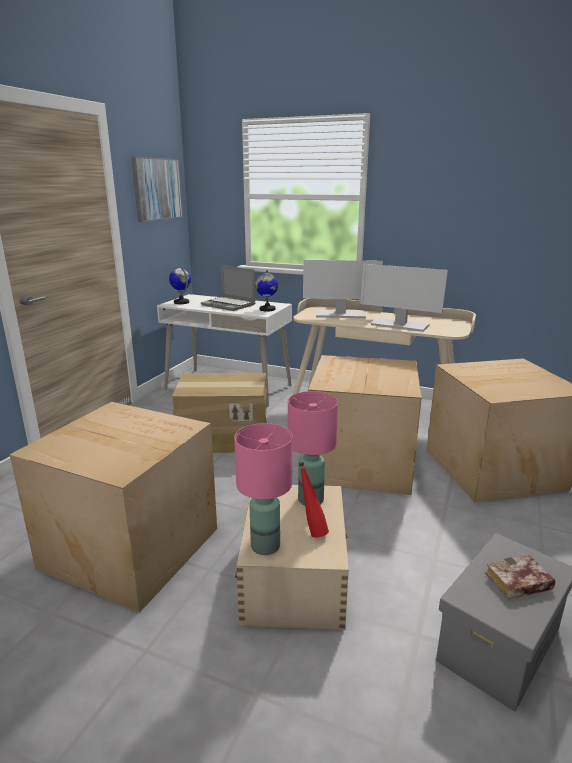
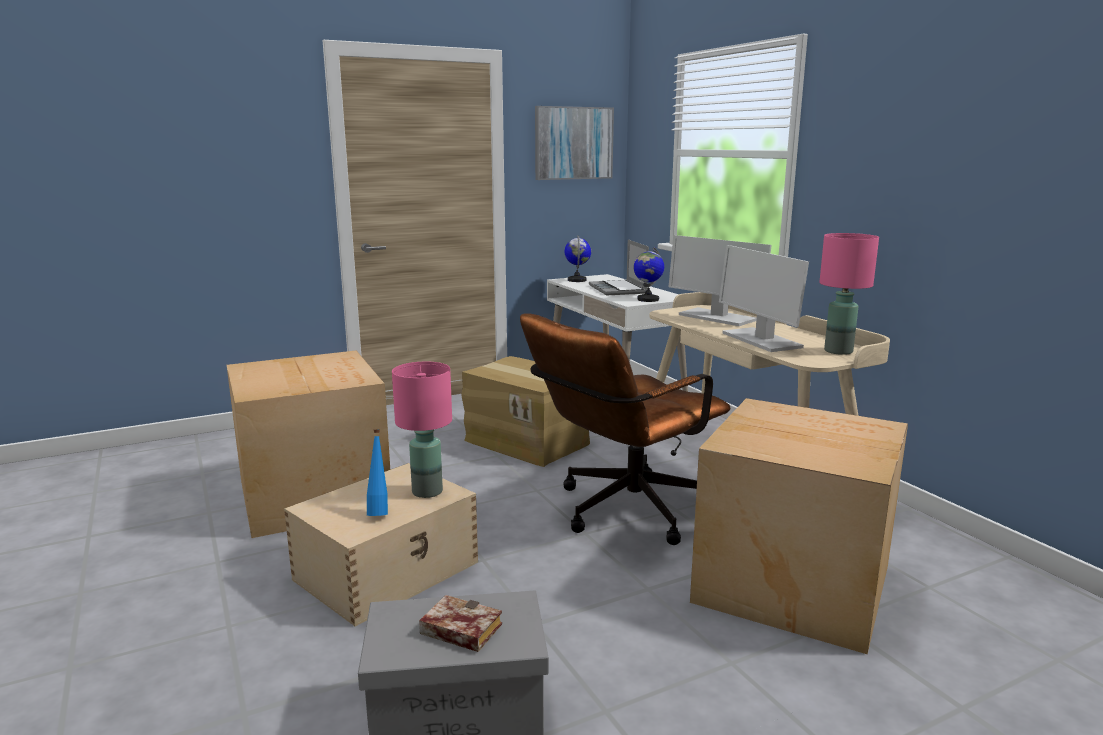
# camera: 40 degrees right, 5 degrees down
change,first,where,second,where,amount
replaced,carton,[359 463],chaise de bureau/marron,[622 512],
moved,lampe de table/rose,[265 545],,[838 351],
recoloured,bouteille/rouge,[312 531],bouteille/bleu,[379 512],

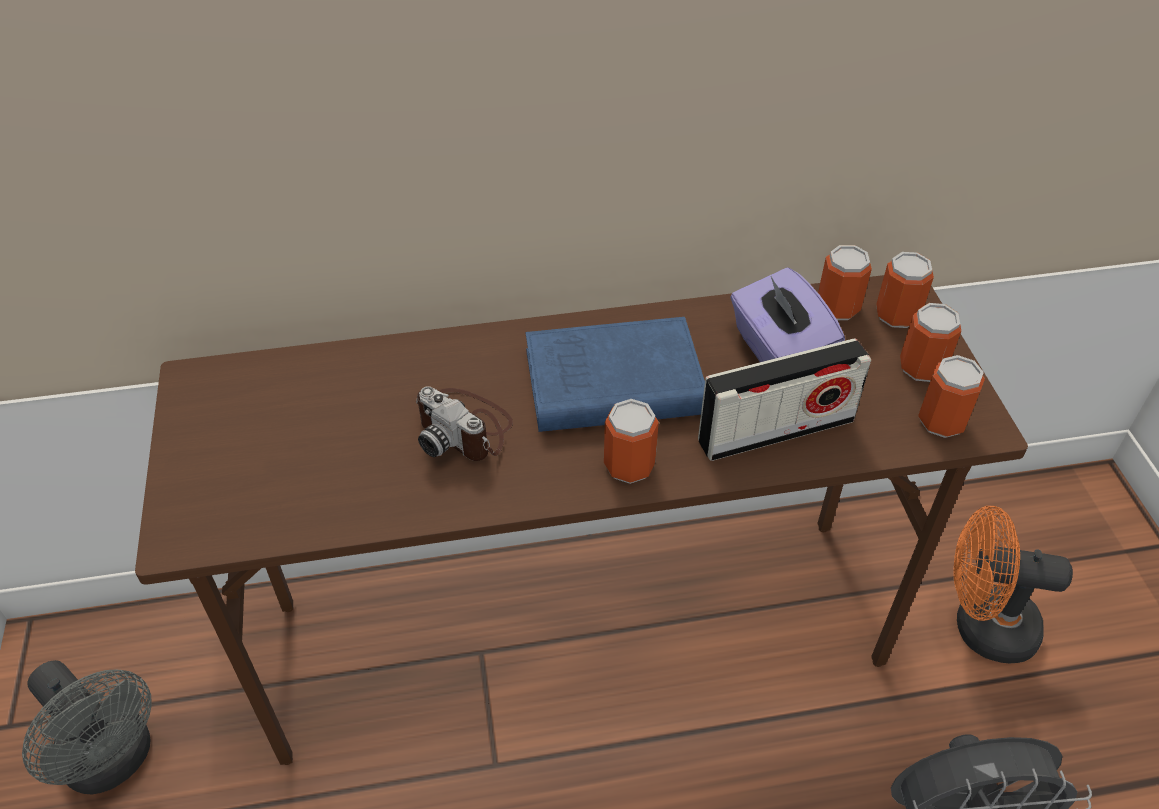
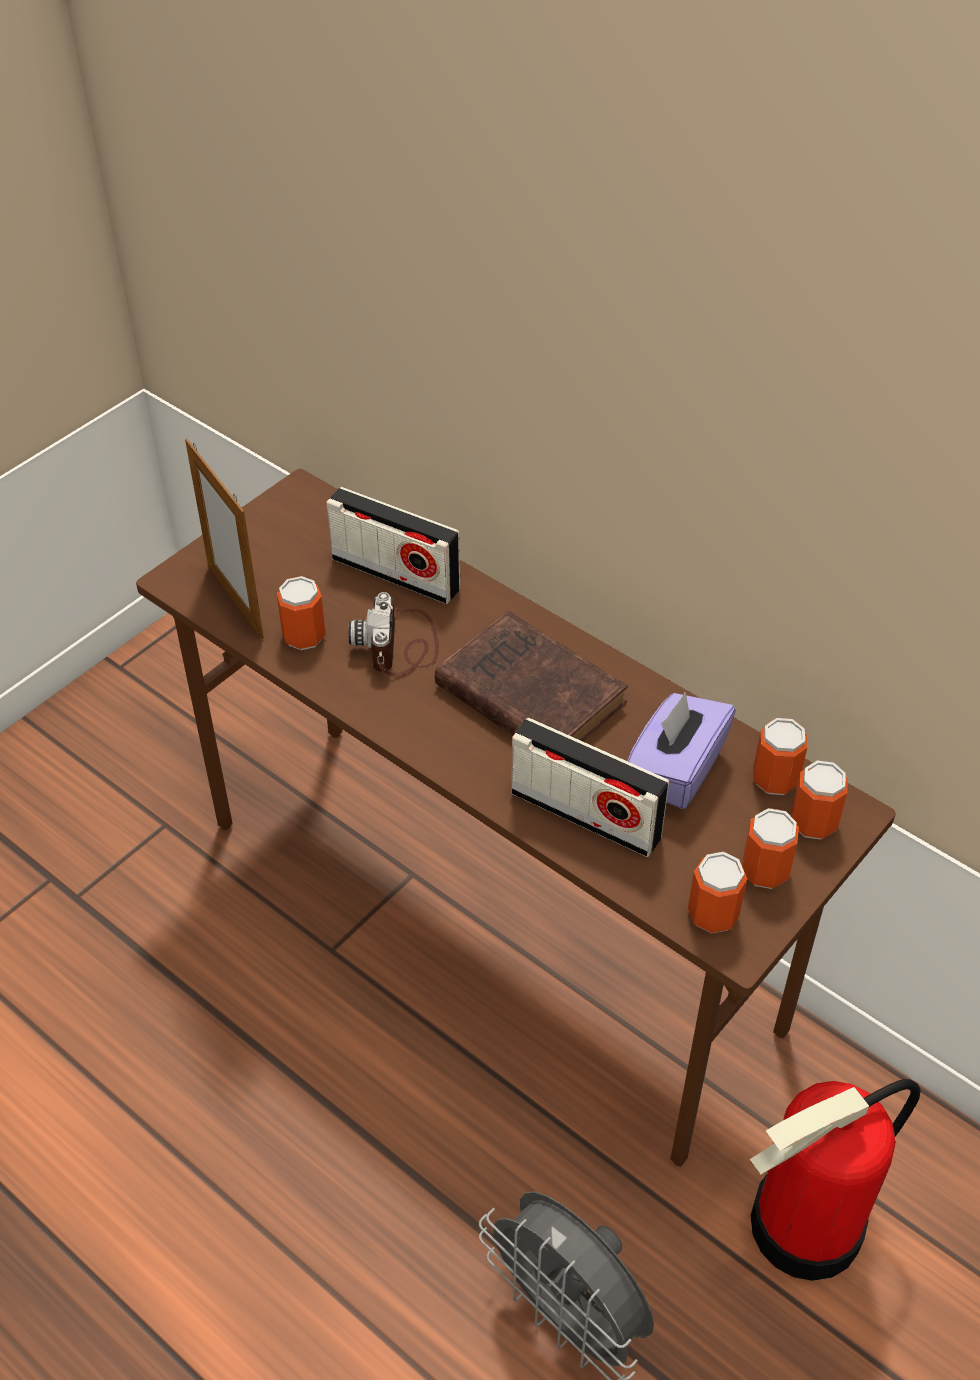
# camera: 50 degrees right, 0 degrees up
change,first,where,second,where,amount
recoloured,livre/bleu,[608 384],livre/marron,[526 692],
moved,boîte métallique,[629 466],,[304 636],
replaced,ventilateur/orange,[981 626],extincteur,[806 1228],
removed,ventilateur/gris,[114 761],,,
added,,,cadre photo,[235 601],
added,,,radio,[395 574],

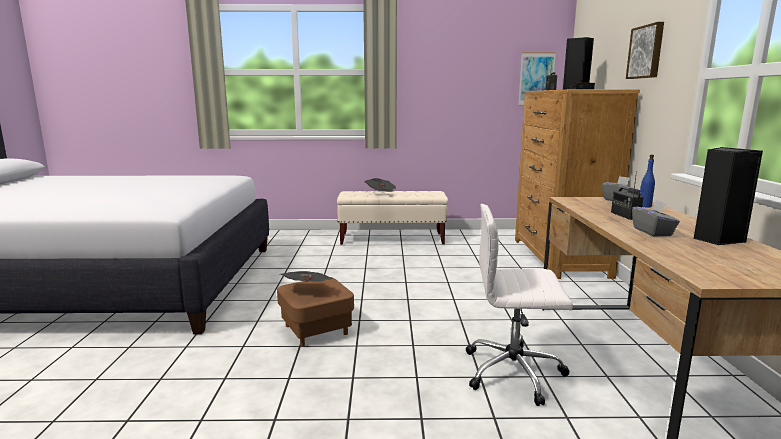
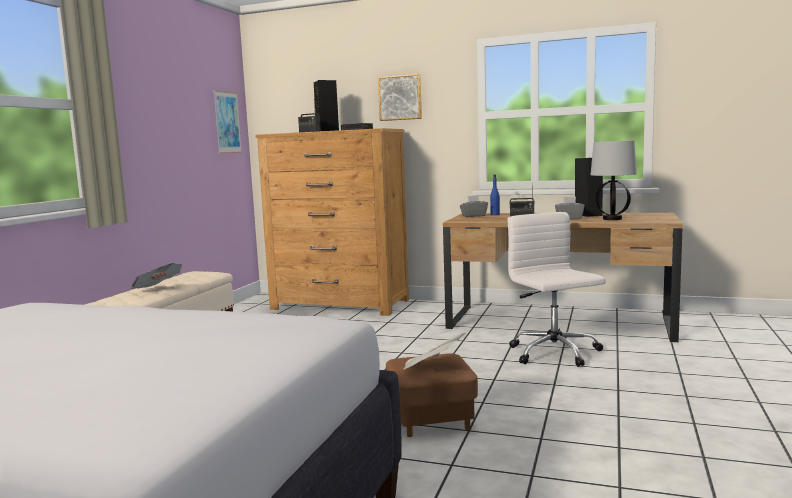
# camera: 70 degrees left, 5 degrees down
change,first,where,second,where,amount
turned,chaise de bureau/blanc,[514 372],,[555 353],135 degrees clockwise
added,,,lampe de table,[613 219],

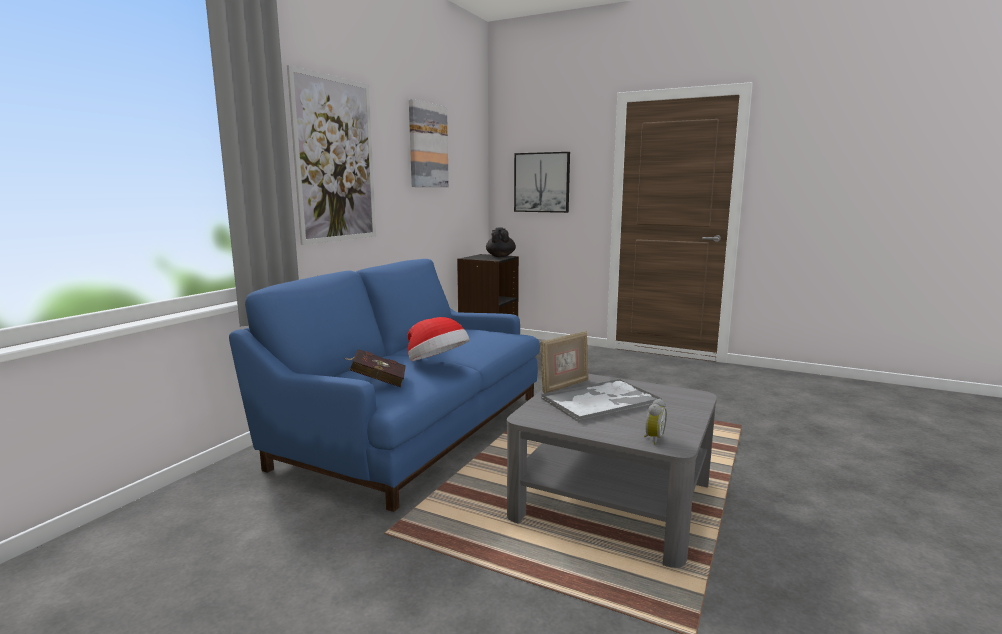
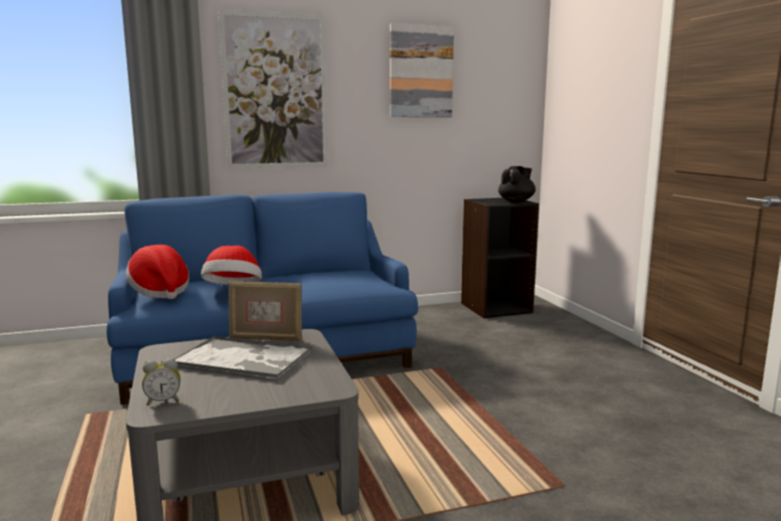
# camera: 45 degrees right, 0 degrees up
change,first,where,second,where,amount
removed,tableau,[542 182],,,
replaced,livre/rouge,[376 382],chapeau,[160 292],

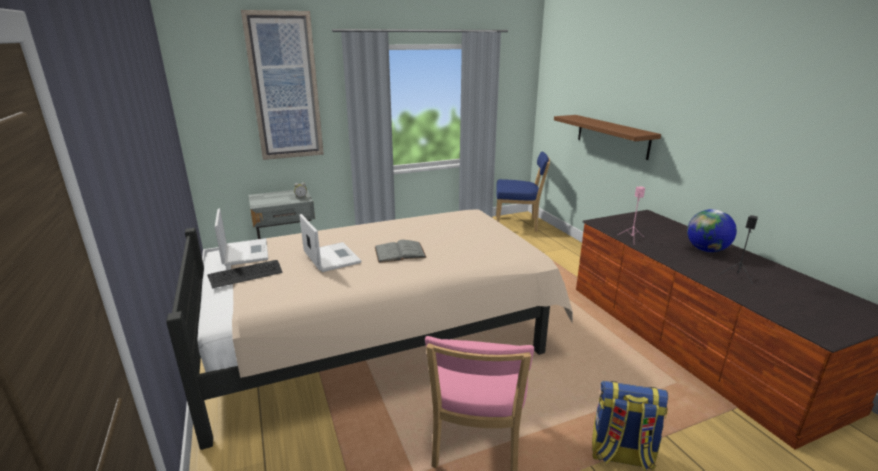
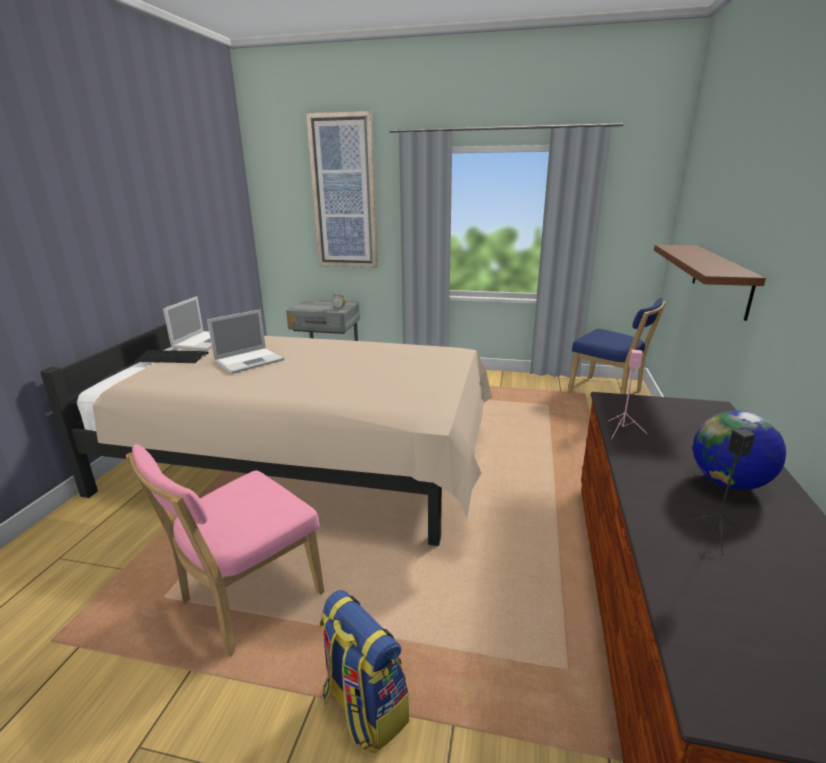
# camera: 35 degrees right, 0 degrees up
change,first,where,second,where,amount
turned,ordinateur portable,[331 257],,[250 360],45 degrees clockwise
removed,livre/gris,[400 252],,,

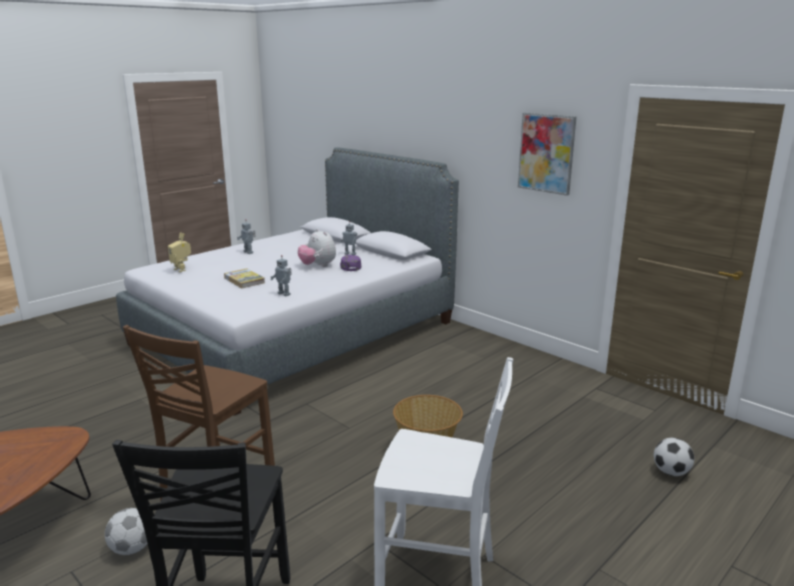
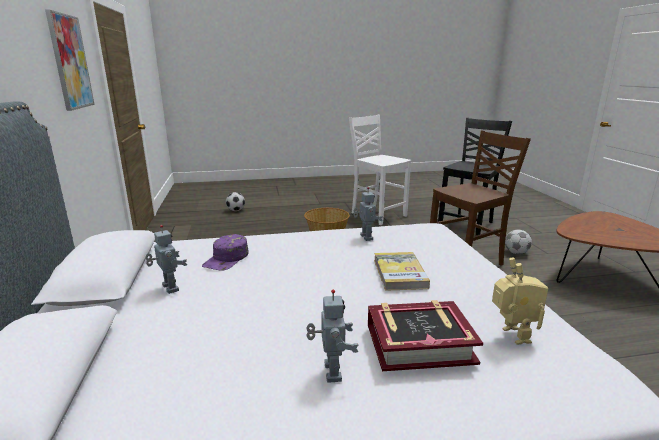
# camera: 145 degrees left, 0 degrees up
change,first,where,second,where,amount
removed,peluche,[318 266],,,
added,,,livre,[419 343],

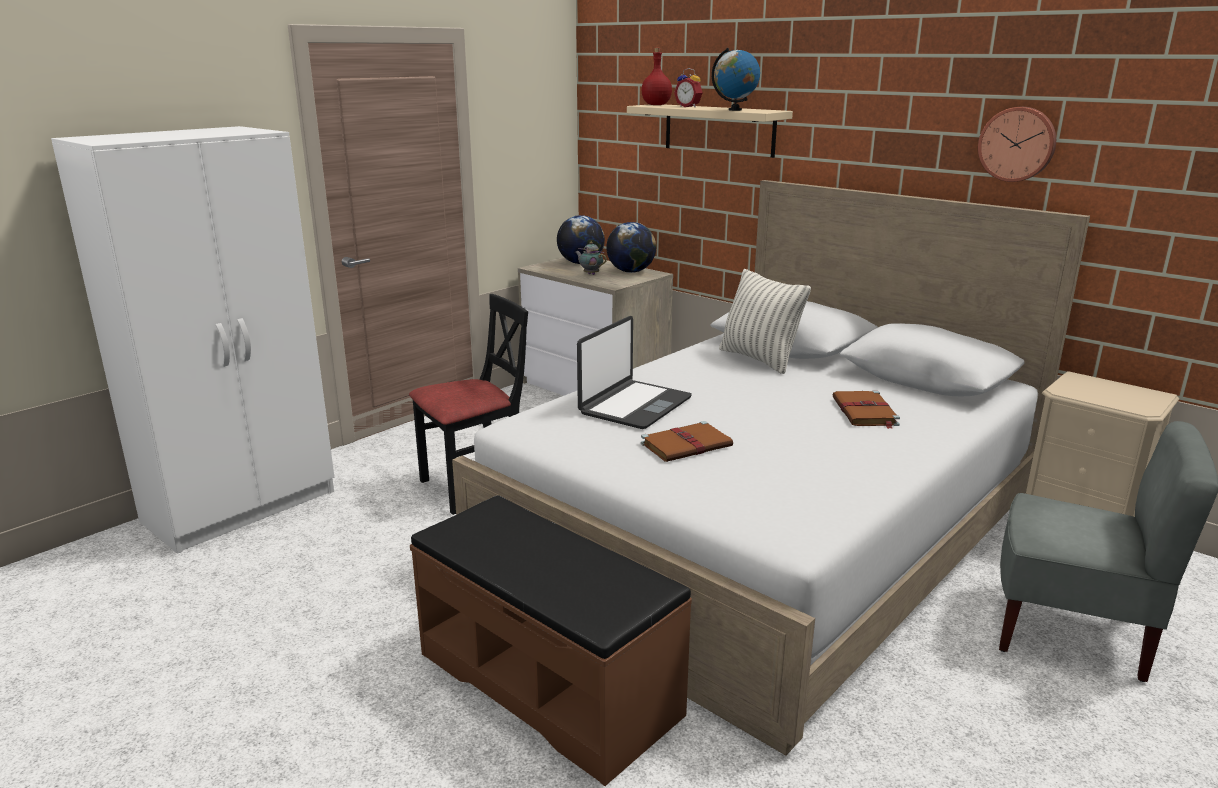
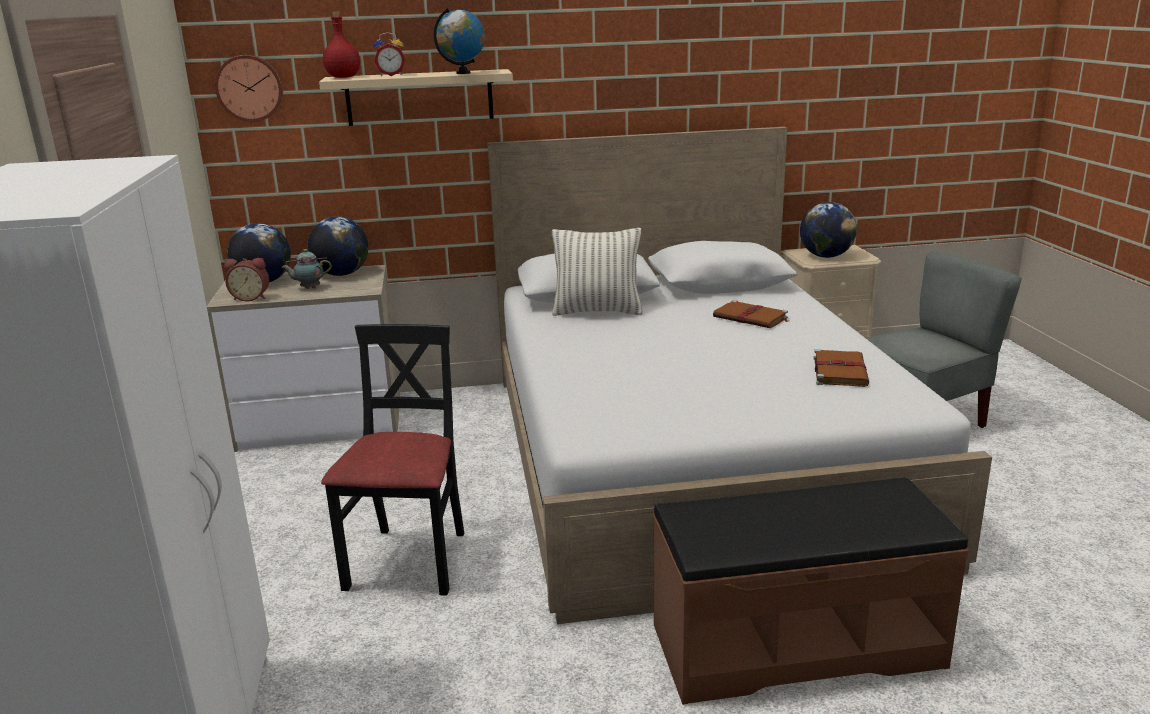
# camera: 50 degrees left, 0 degrees up
change,first,where,second,where,amount
moved,horloge murale,[1017 144],,[250 88],
removed,ordinateur portable,[634 406],,,
moved,livre/marron,[687 445],,[839 371],
added,,,globe,[826 256],
added,,,réveil,[251 298],

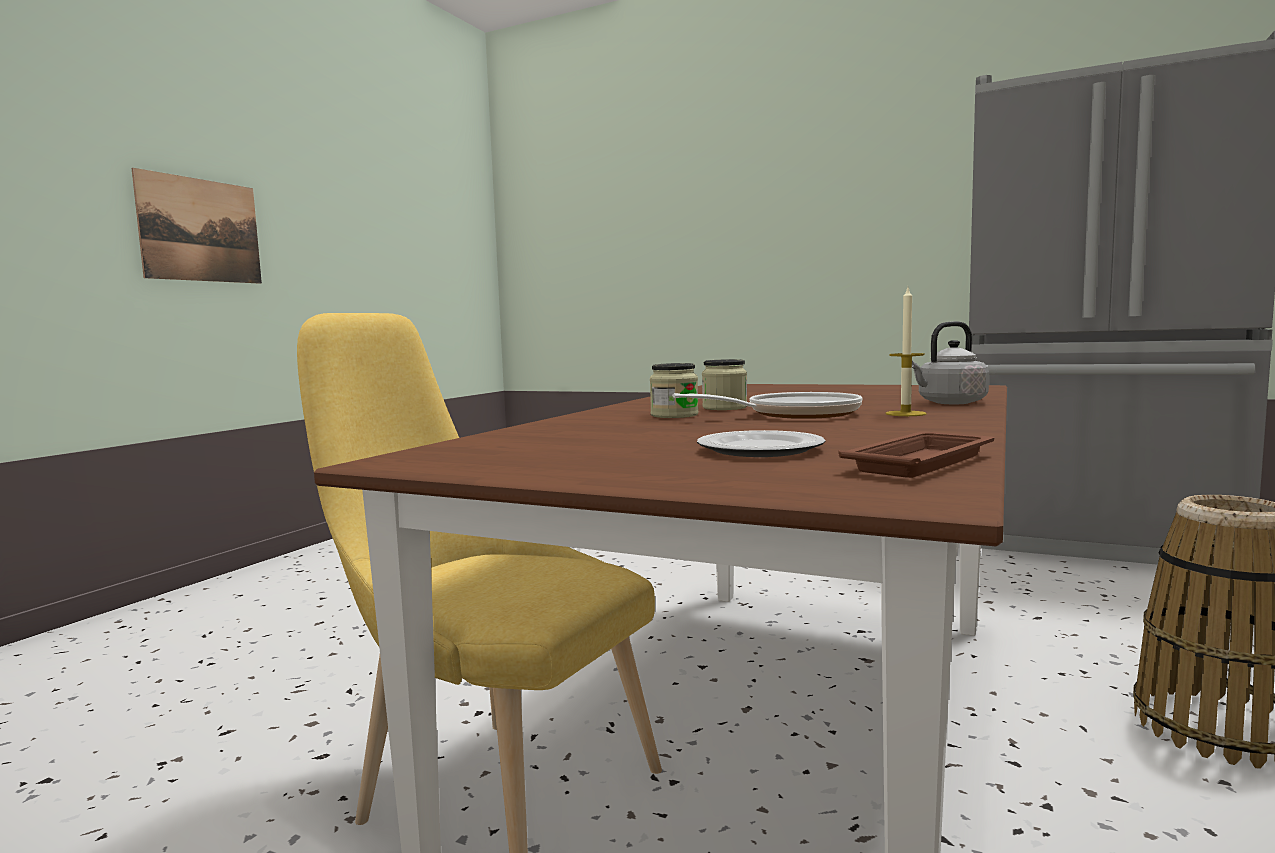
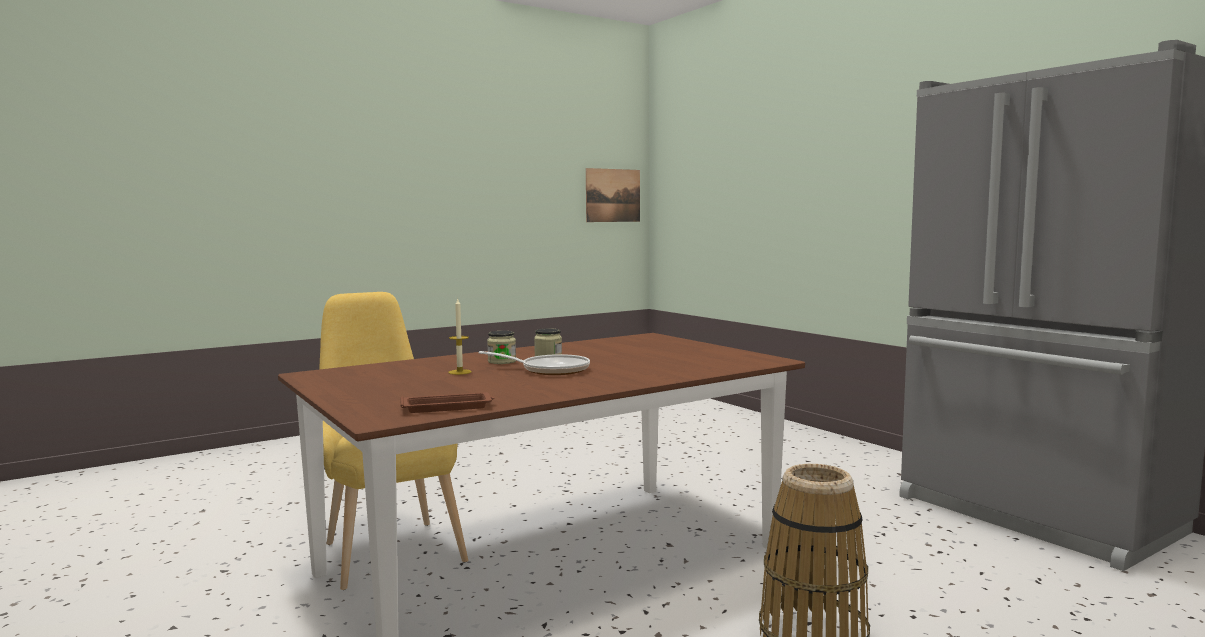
# camera: 30 degrees right, 0 degrees up
change,first,where,second,where,amount
moved,tableau,[201 230],,[613 195],
moved,bougie,[905 414],,[460 372],
removed,bouilloire/gris,[949 403],,,
removed,assiette,[759 450],,,

